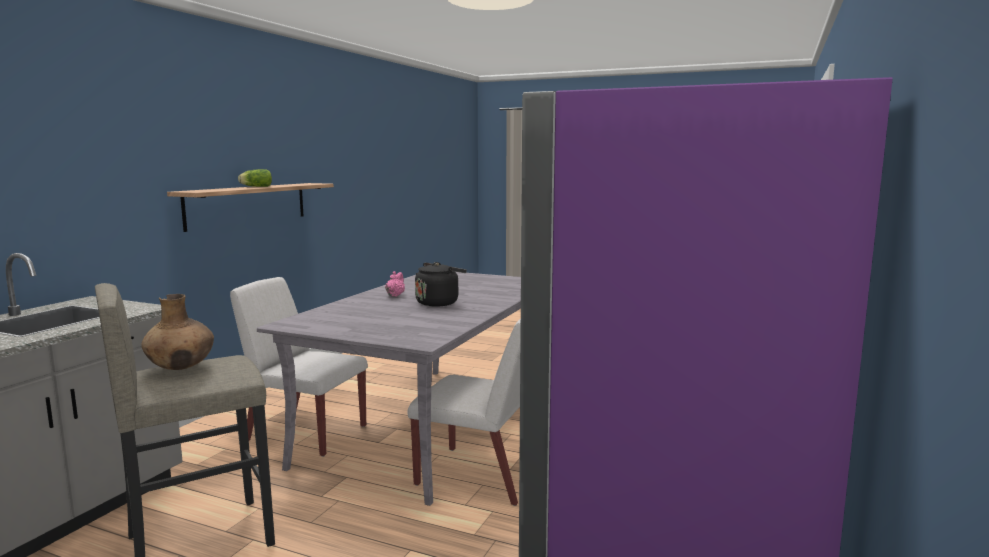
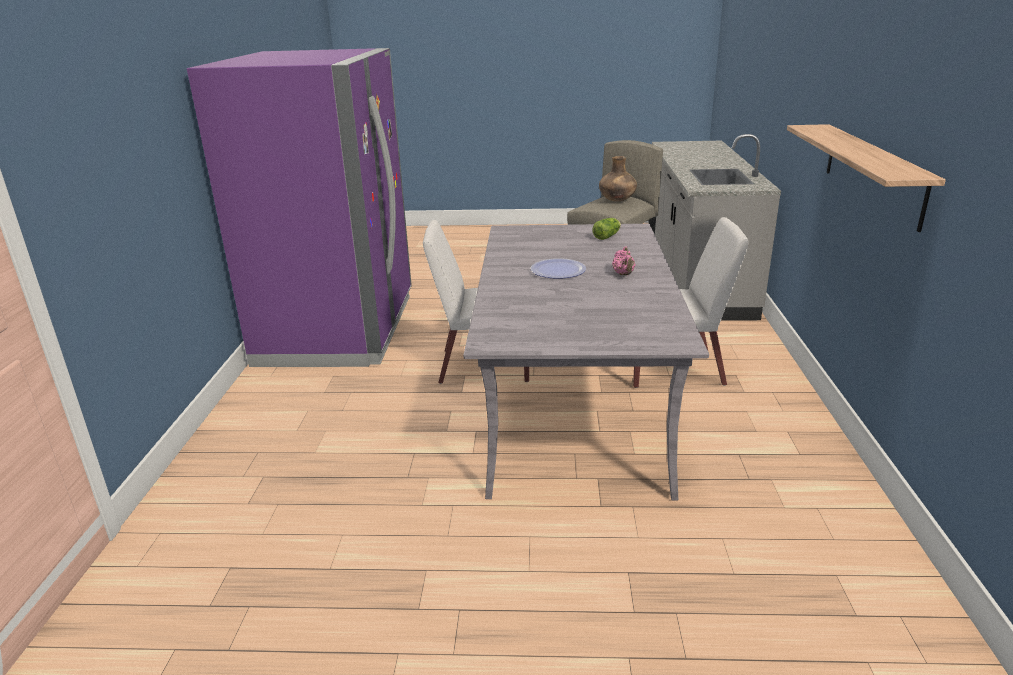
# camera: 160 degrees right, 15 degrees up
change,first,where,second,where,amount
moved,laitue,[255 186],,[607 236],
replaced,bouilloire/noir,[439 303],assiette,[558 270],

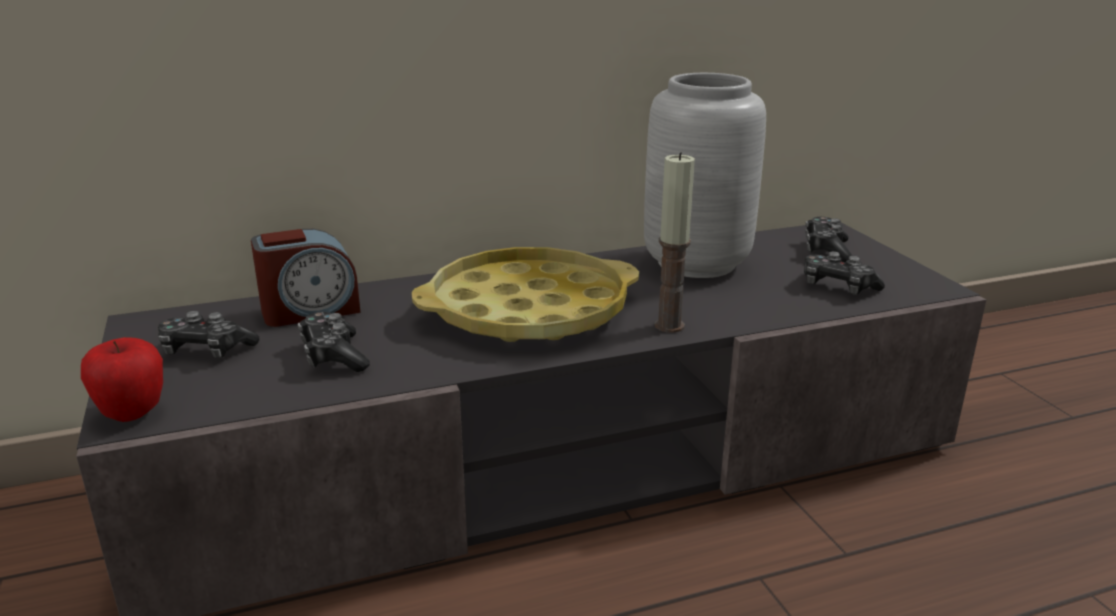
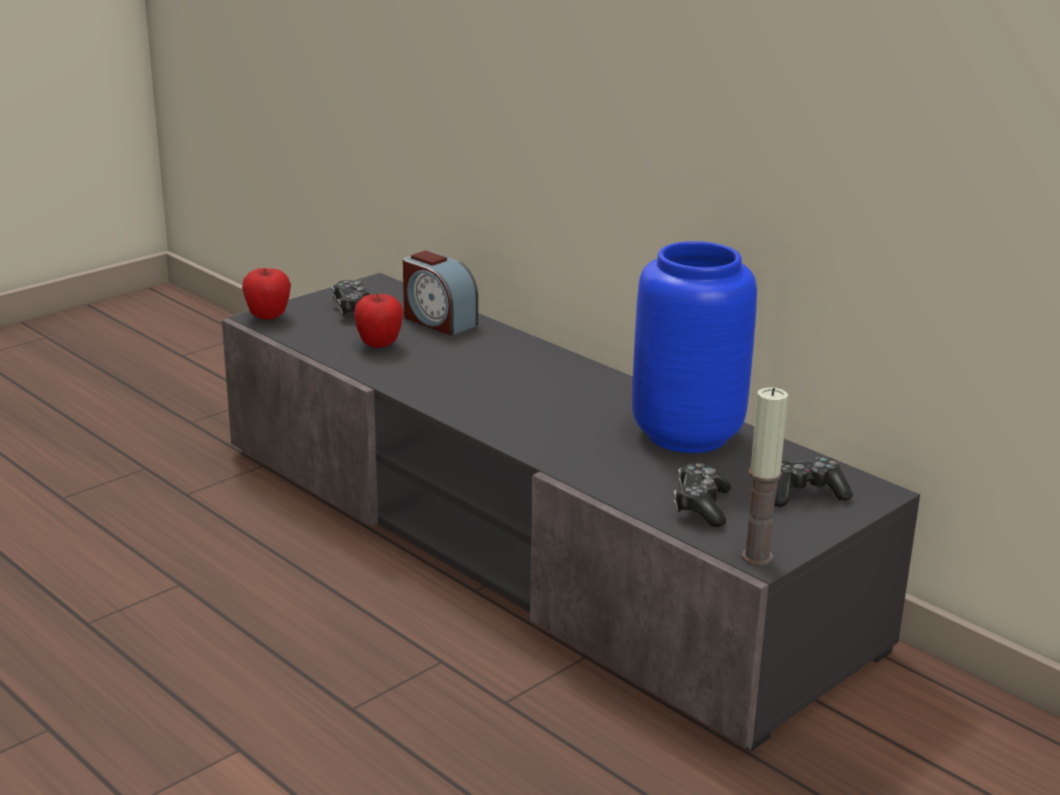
# camera: 65 degrees right, 0 degrees up
change,first,where,second,where,amount
recoloured,vase/gris,[698 263],vase/bleu,[688 436],
moved,bougie,[669 325],,[757 557],
removed,plateau/jaune,[528 310],,,
replaced,manette,[333 355],pomme,[379 345],

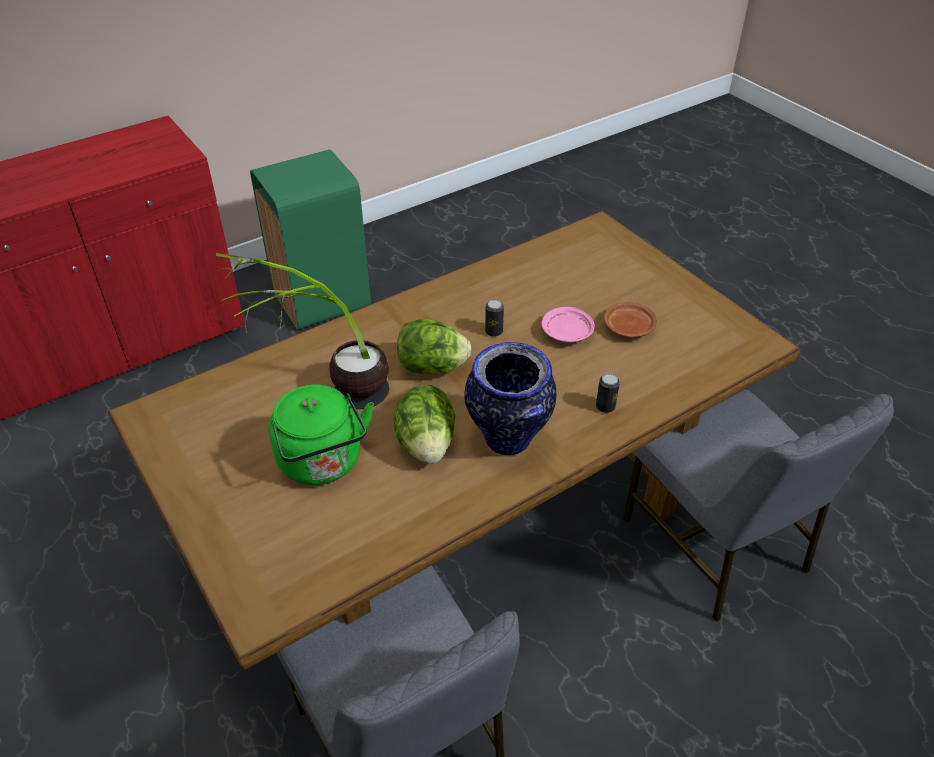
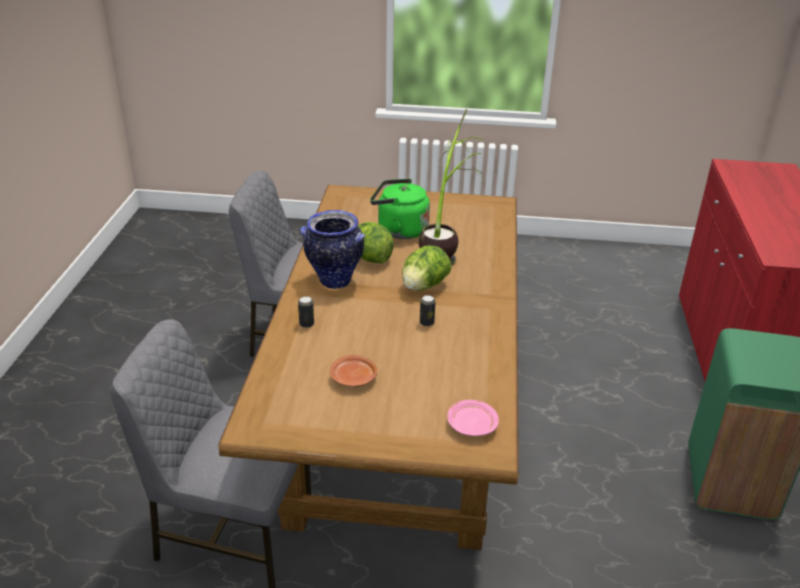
# camera: 130 degrees right, 10 degrees down
change,first,where,second,where,amount
moved,assiette/rose,[567 333],,[471 425],

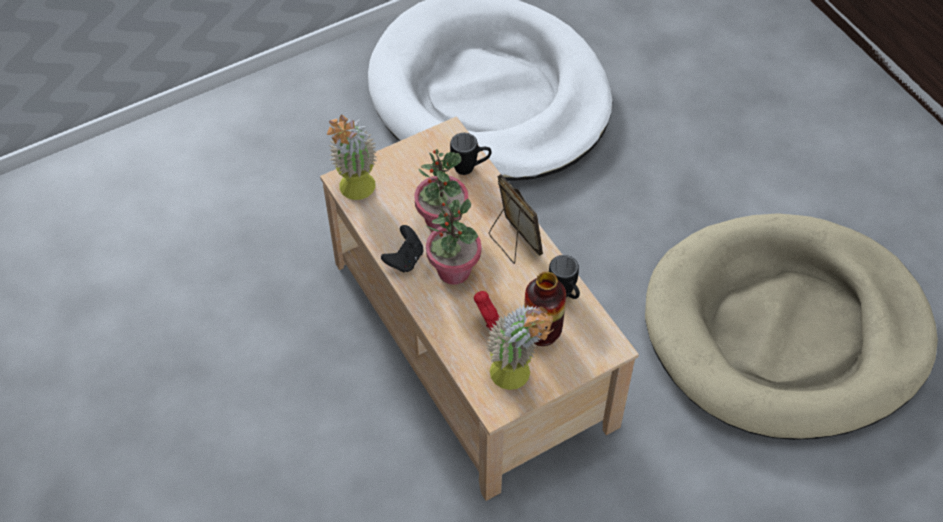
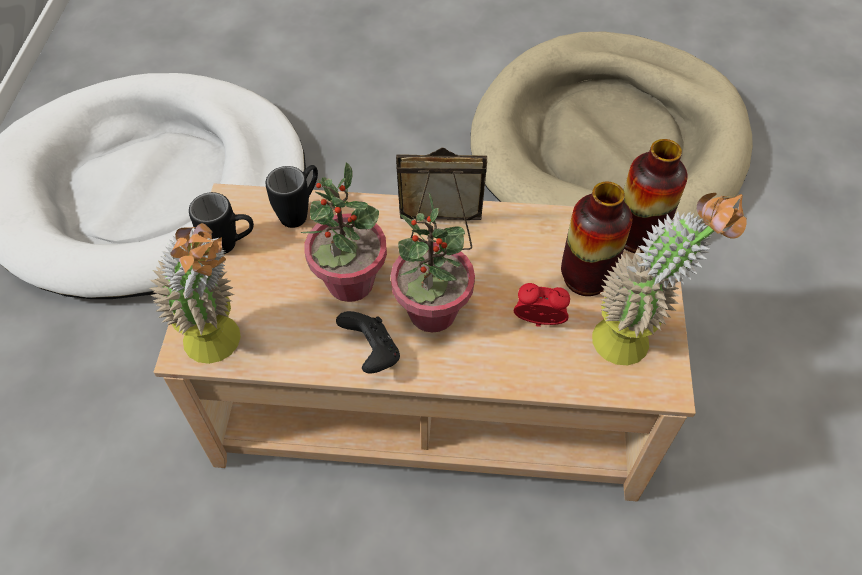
# camera: 55 degrees left, 0 degrees up
change,first,where,second,where,amount
moved,mug/noir,[565 295],,[231 245],
added,,,vase,[637 237],

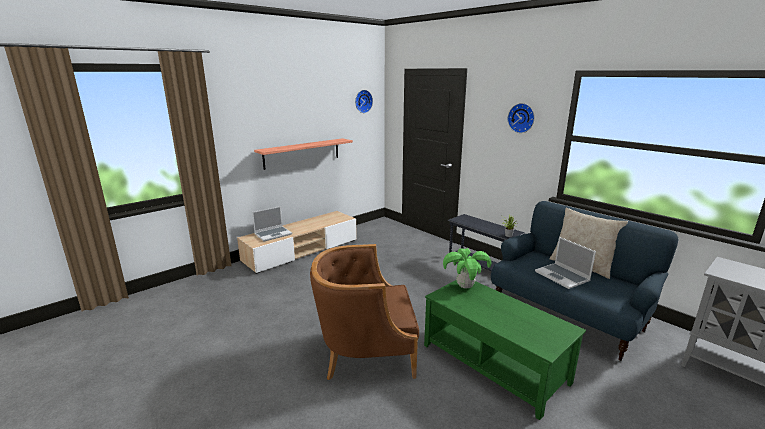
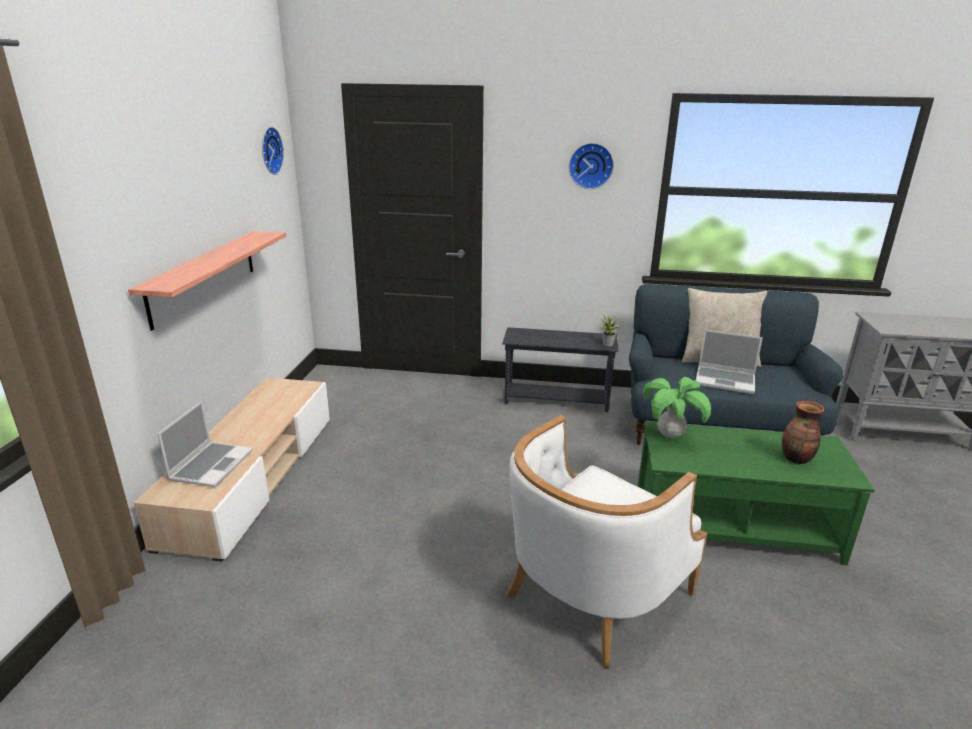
# camera: 40 degrees left, 5 degrees up
change,first,where,second,where,amount
recoloured,fauteuil/marron,[366 351],fauteuil/blanc,[592 593],
added,,,vase,[796 459],

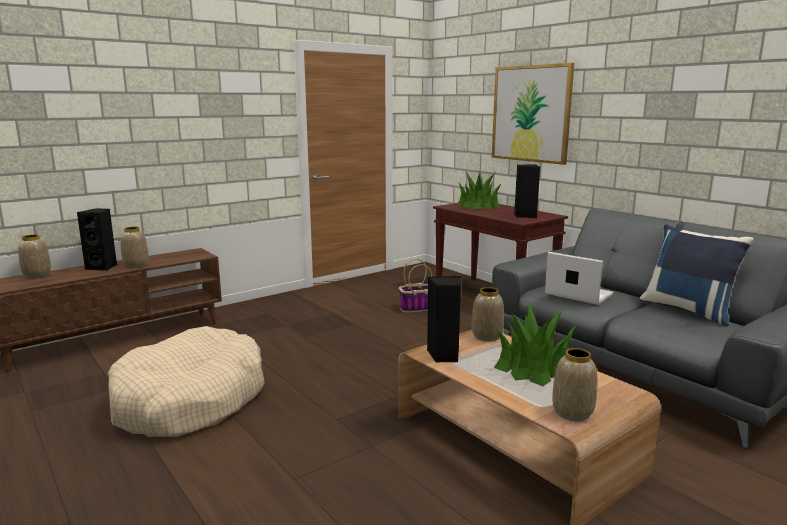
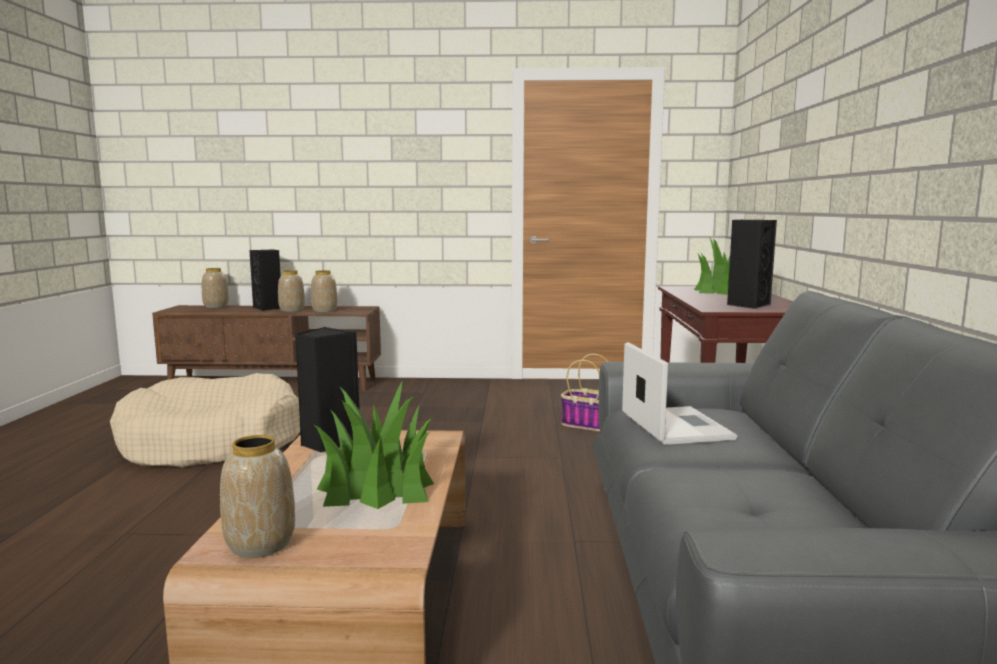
# camera: 40 degrees right, 5 degrees down
change,first,where,second,where,amount
removed,tableau,[531 114],,,
removed,coussin/bleu,[688 310],,,
moved,vase,[487 336],,[325 310],

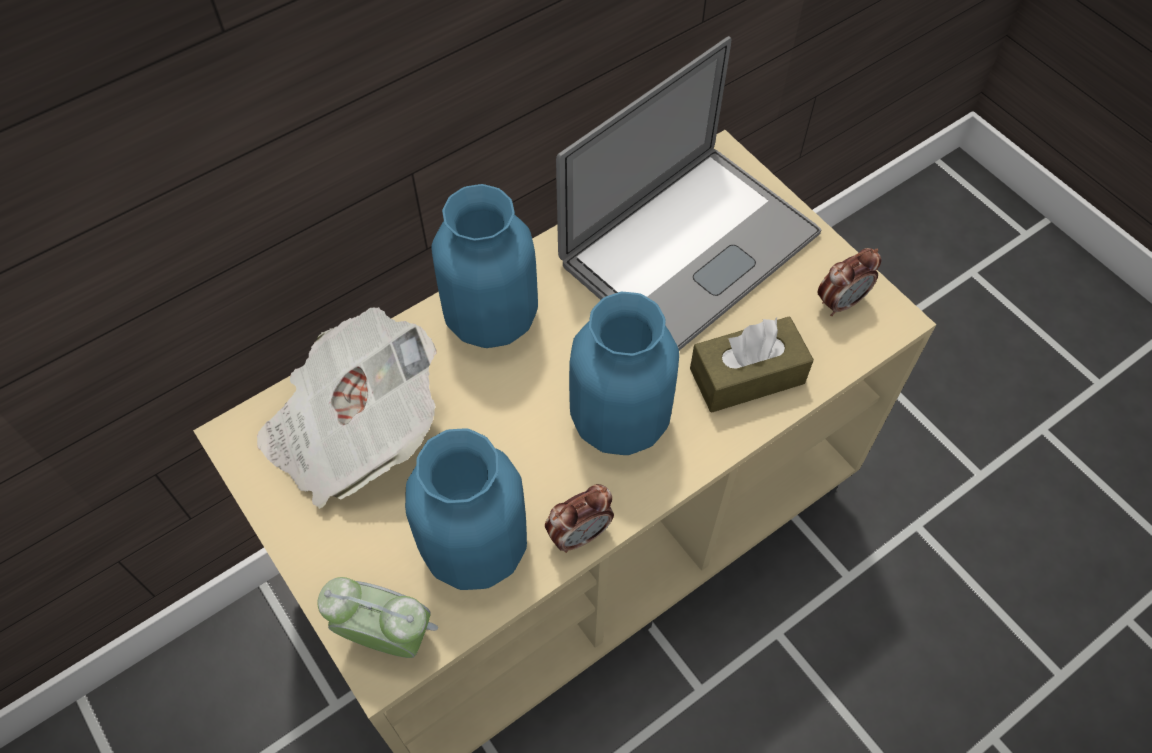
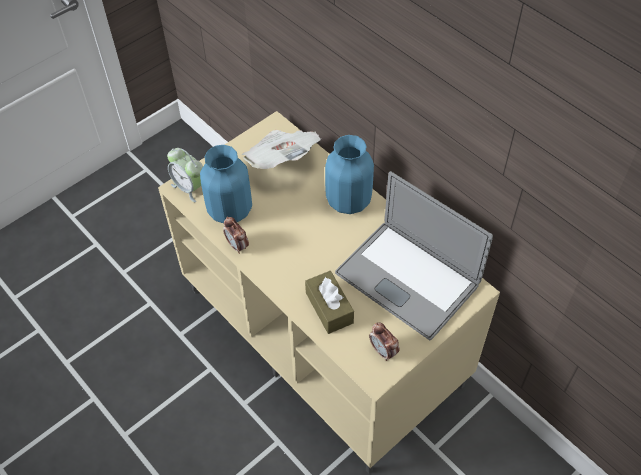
# camera: 85 degrees right, 5 degrees down
change,first,where,second,where,amount
removed,vase/bleu,[619 419],,,
turned,réveil,[388 637],,[189 187],120 degrees clockwise

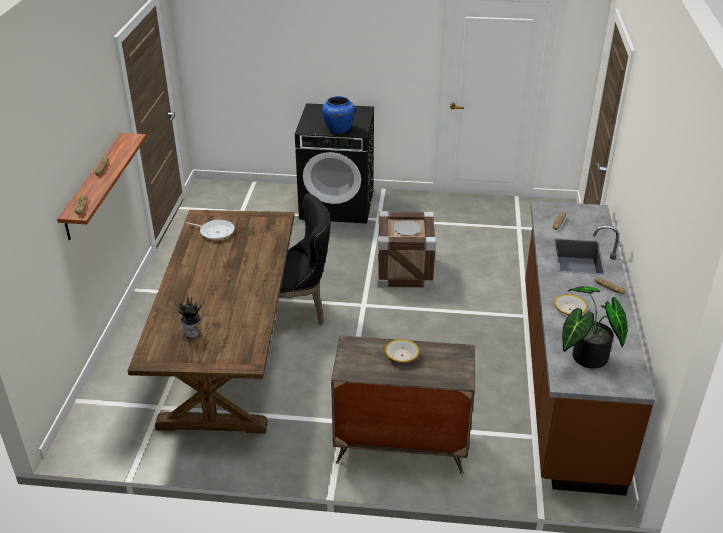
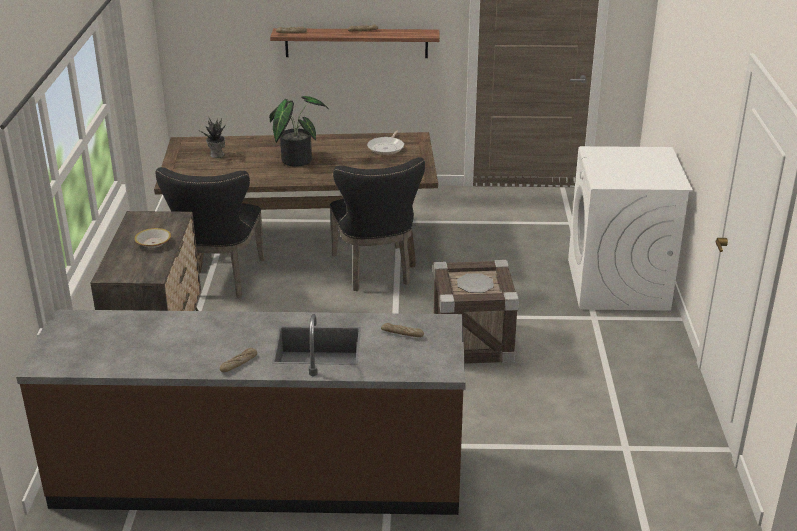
# camera: 85 degrees right, 5 degrees down
change,first,where,second,where,amount
removed,vase/bleu,[338 129],,,
recoloured,lave-linge/noir,[337 204],lave-linge/blanc,[618 285],
moved,plante en pot,[585 358],,[296 159],
removed,bol,[569 309],,,
added,,,chaise/noir,[220 280],

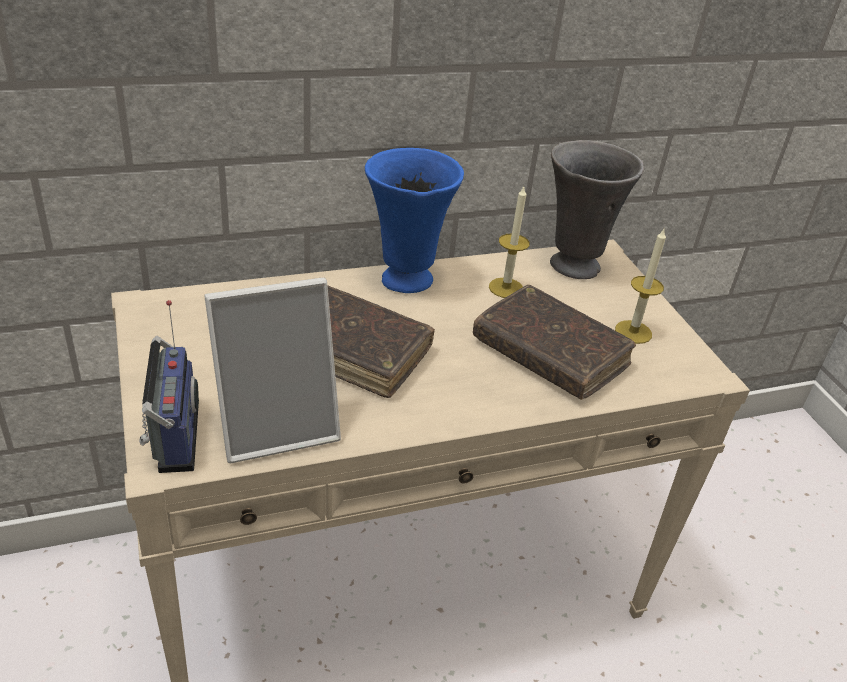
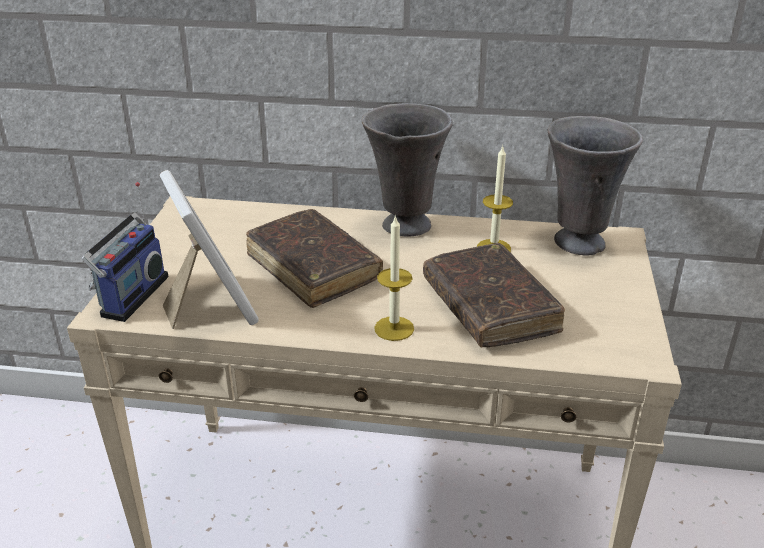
# camera: 30 degrees right, 5 degrees down
change,first,where,second,where,amount
recoloured,vase/bleu,[404 280],vase/gris,[404 226],
moved,bougie,[633 332],,[394 328],
turned,cadre photo,[277 425],,[210 306],120 degrees counterclockwise

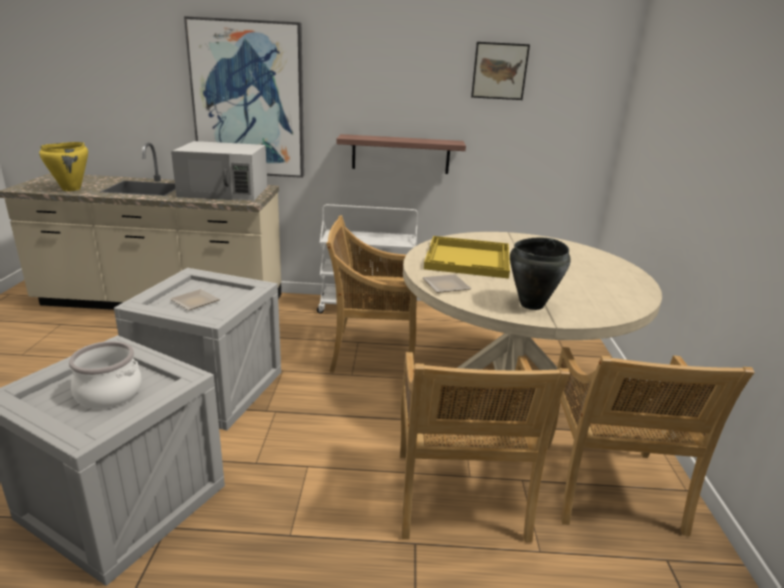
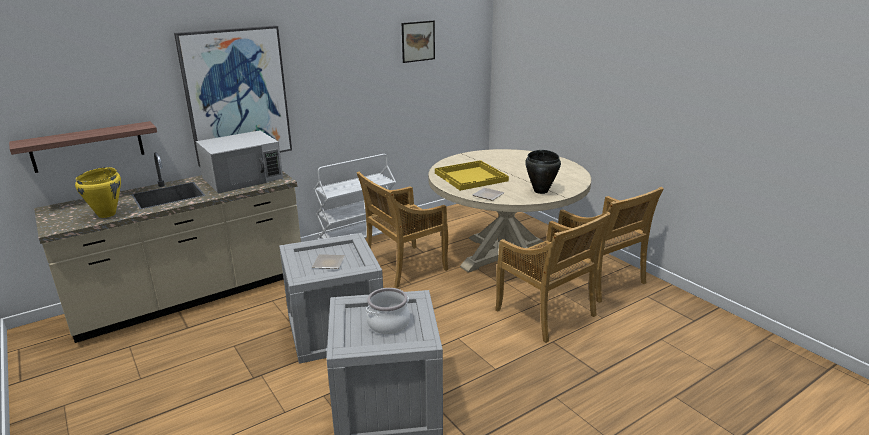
# camera: 35 degrees left, 0 degrees up
change,first,where,second,where,amount
moved,étagère,[400 154],,[87 147],

